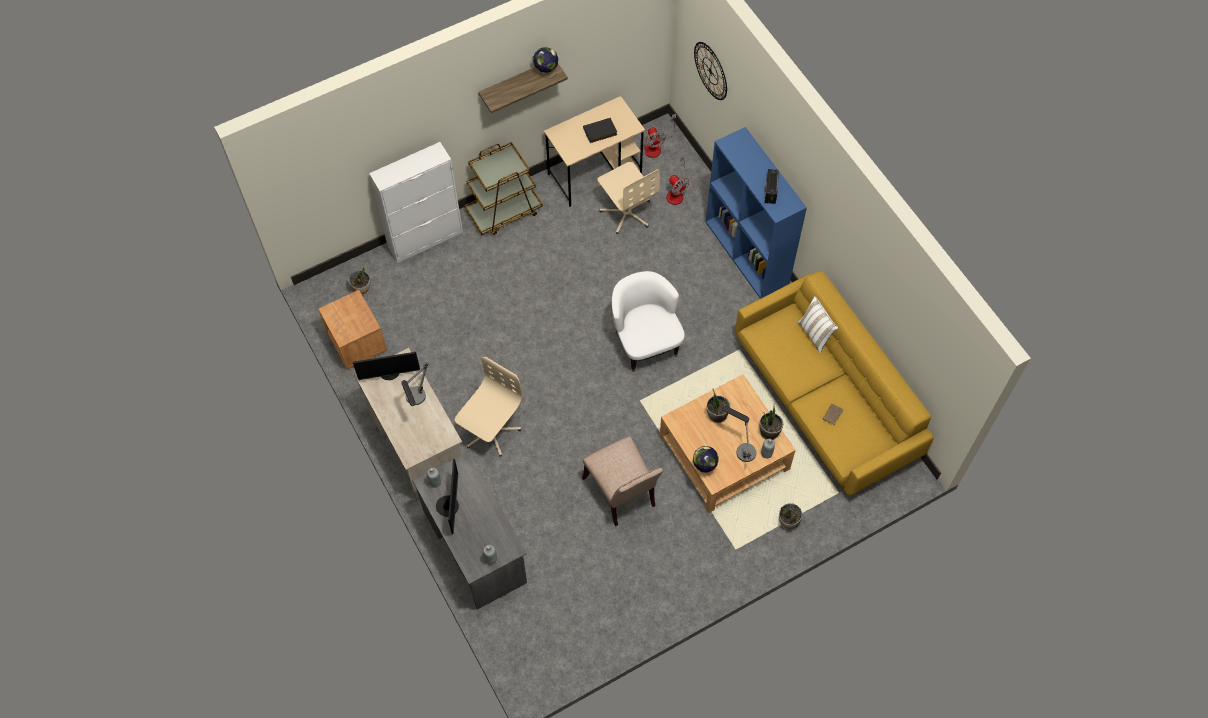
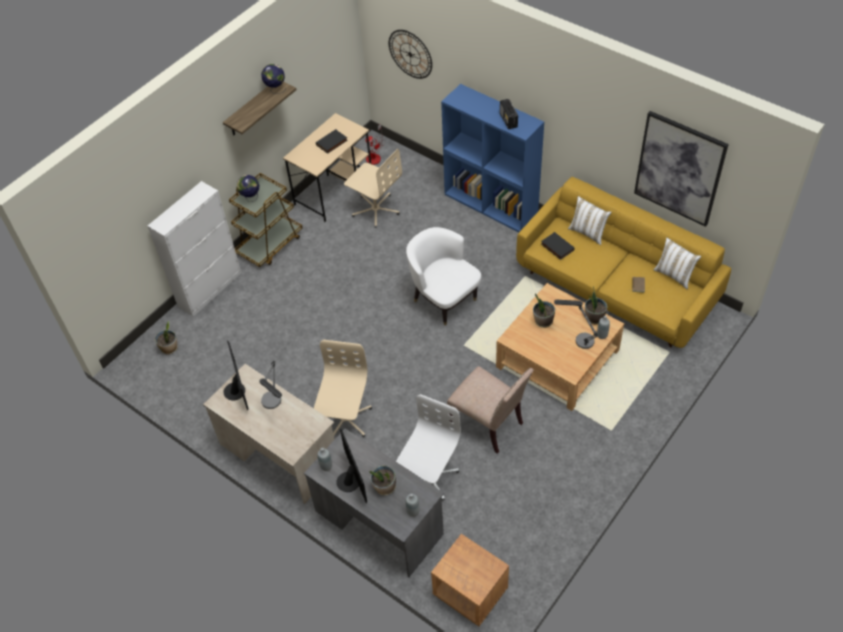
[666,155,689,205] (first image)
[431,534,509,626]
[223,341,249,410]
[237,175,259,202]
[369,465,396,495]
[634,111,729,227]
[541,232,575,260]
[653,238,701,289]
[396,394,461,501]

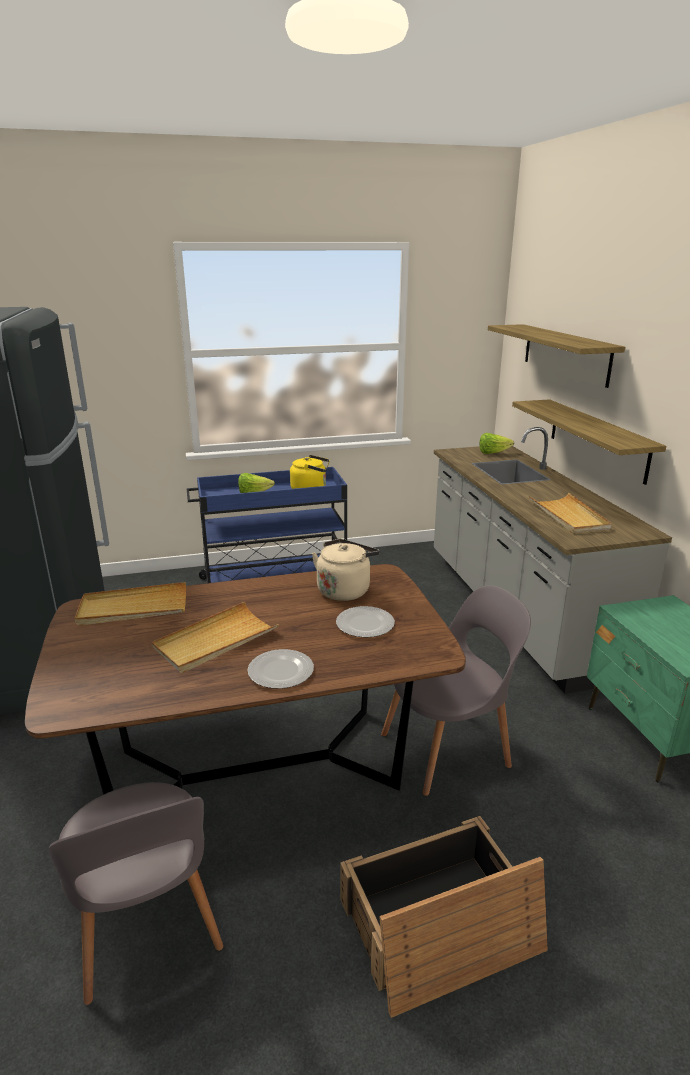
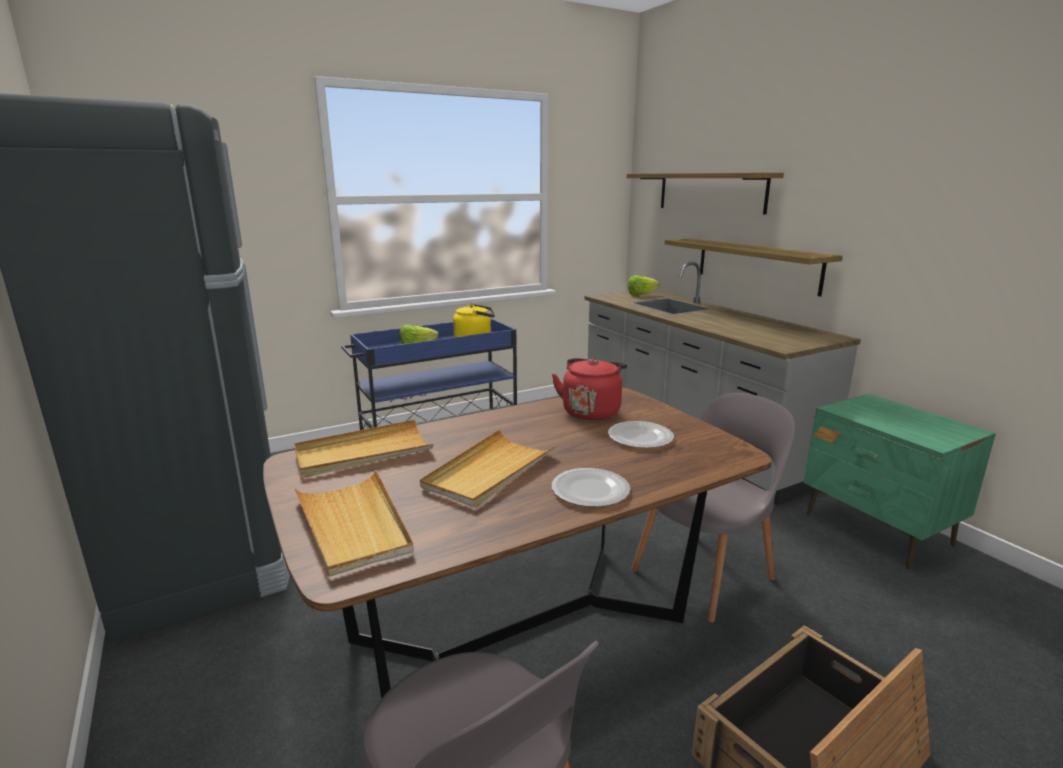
[294,469,414,577]
[552,358,627,421]

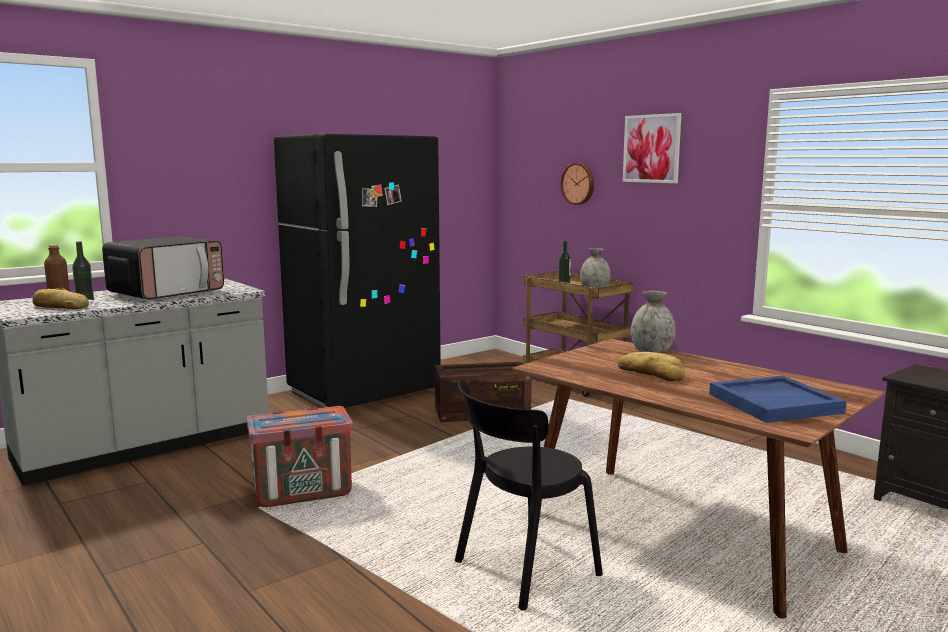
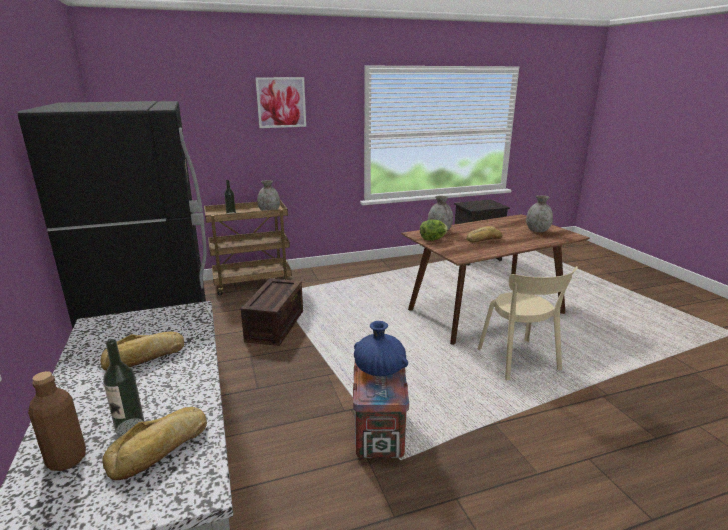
[561,163,594,205] (first image)
[100,332,184,371]
[526,195,553,232]
[478,266,578,380]
[420,219,448,241]
[354,321,408,376]

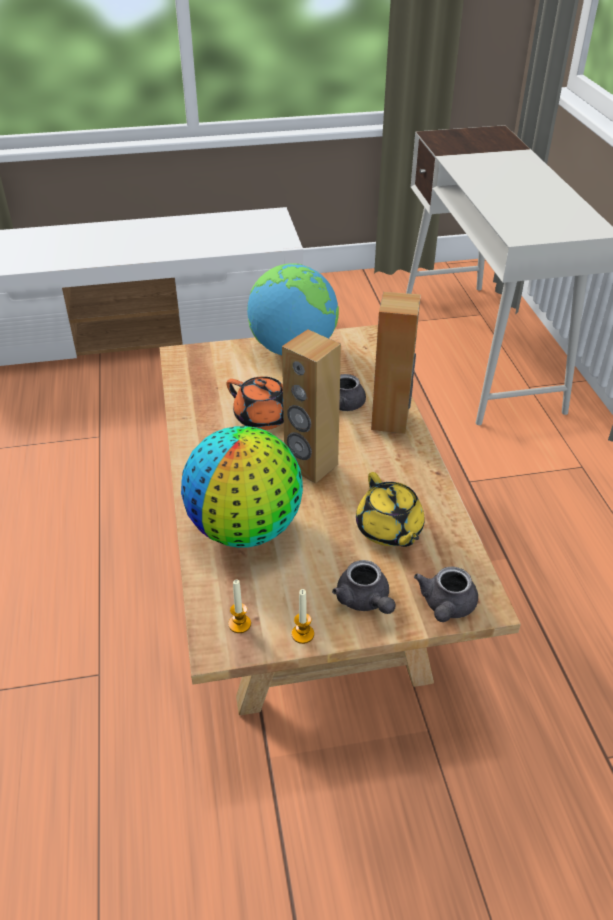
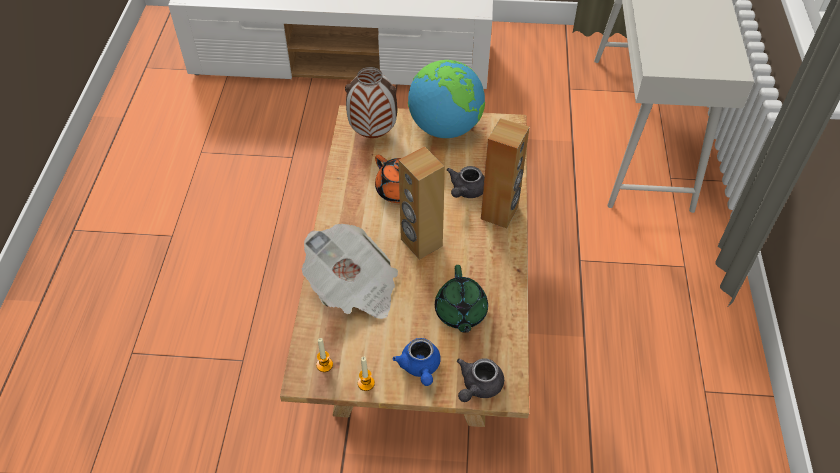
[302,224,398,319]
[435,265,488,333]
[393,338,441,386]
[345,67,397,138]

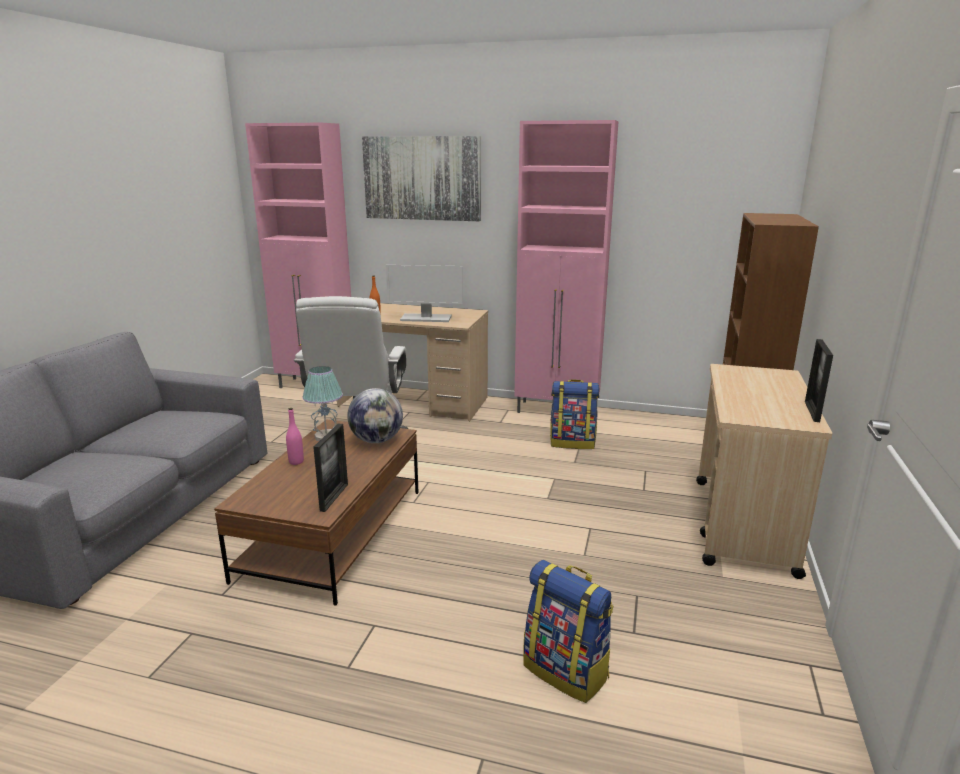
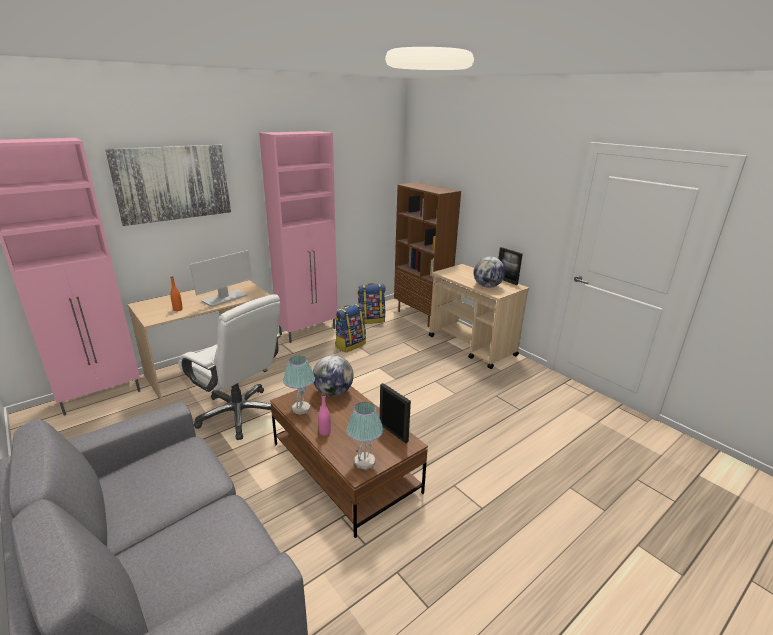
[358,283,386,324]
[474,256,505,288]
[346,402,383,470]

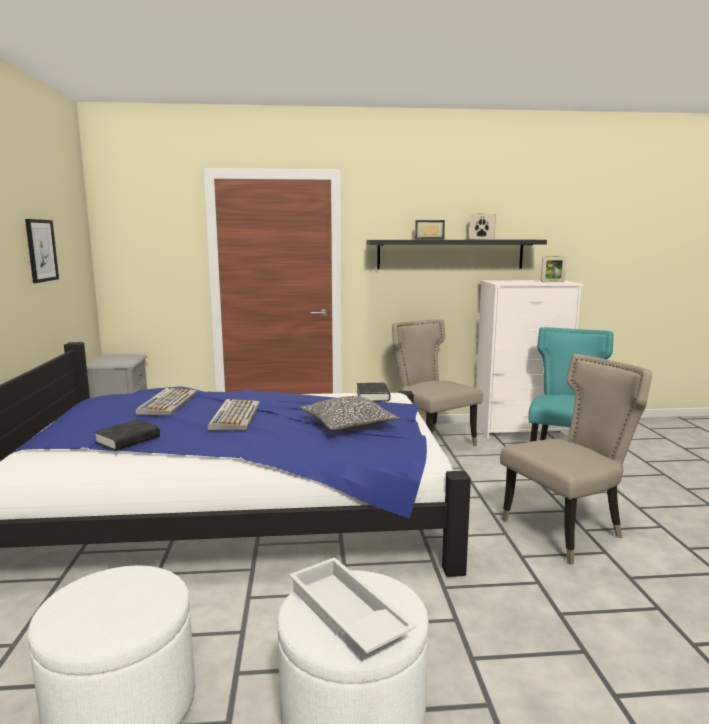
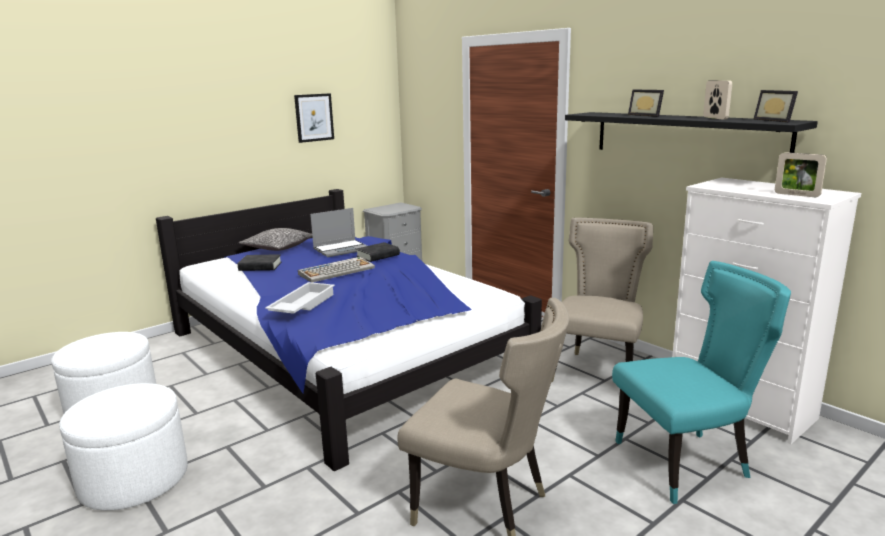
[356,242,400,262]
[310,208,367,257]
[238,228,312,251]
[265,282,335,314]
[753,90,798,122]

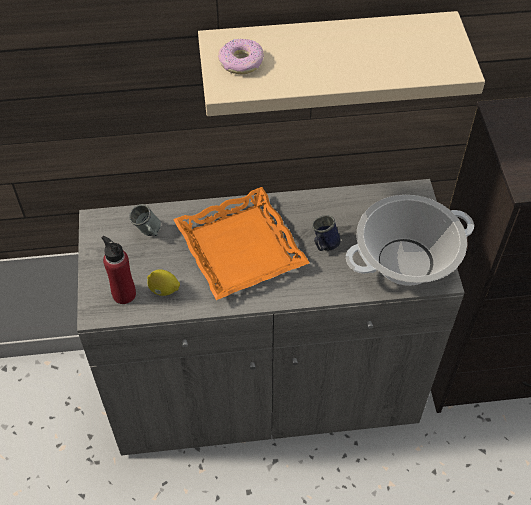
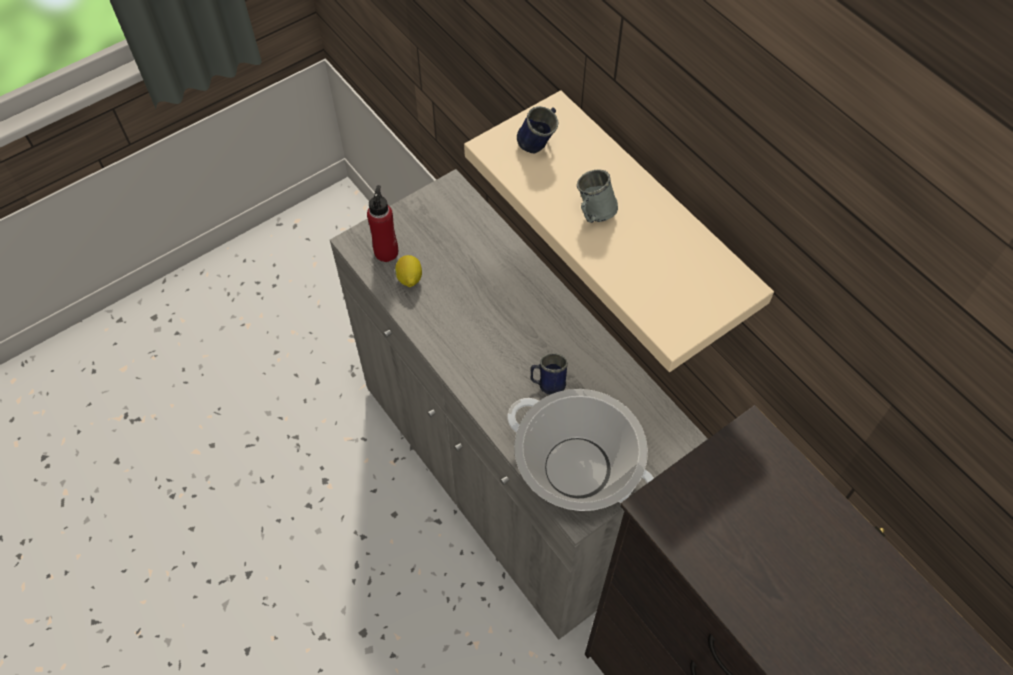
[517,106,558,154]
[173,187,310,300] (first image)
[577,169,618,223]

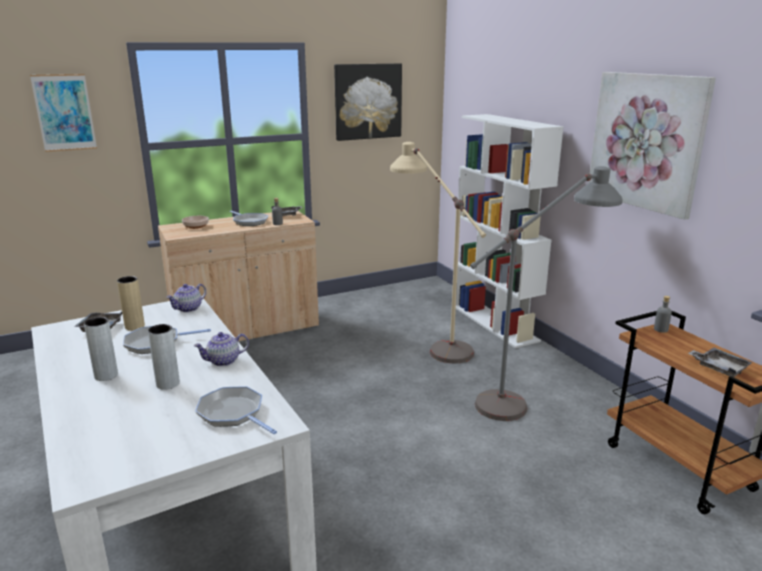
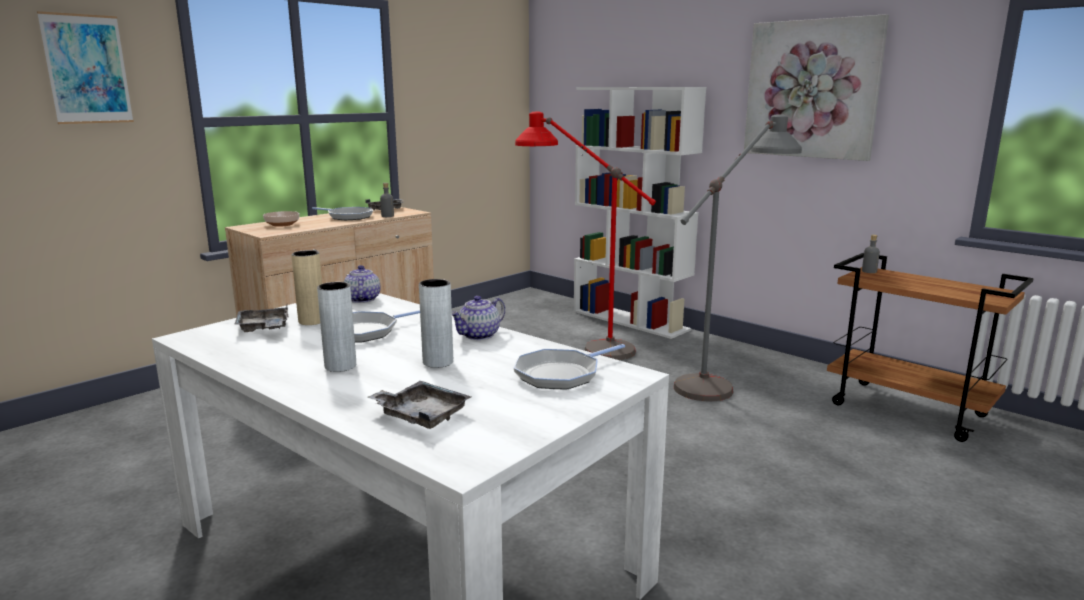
[334,63,402,141] (first image)
[515,112,656,360]
[344,265,380,303]
[367,381,471,429]
[514,344,625,389]

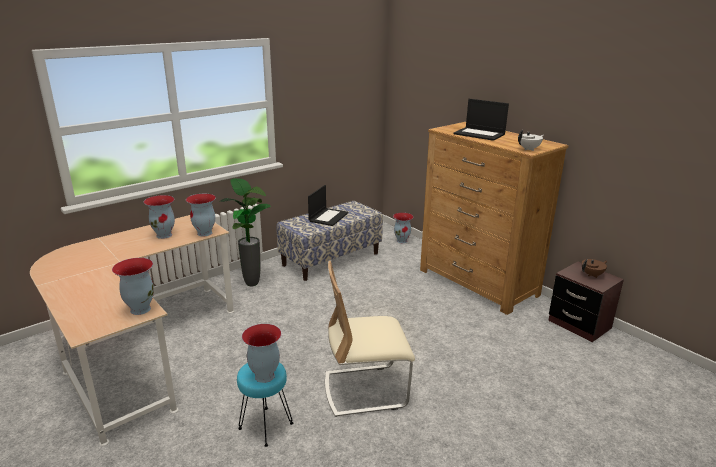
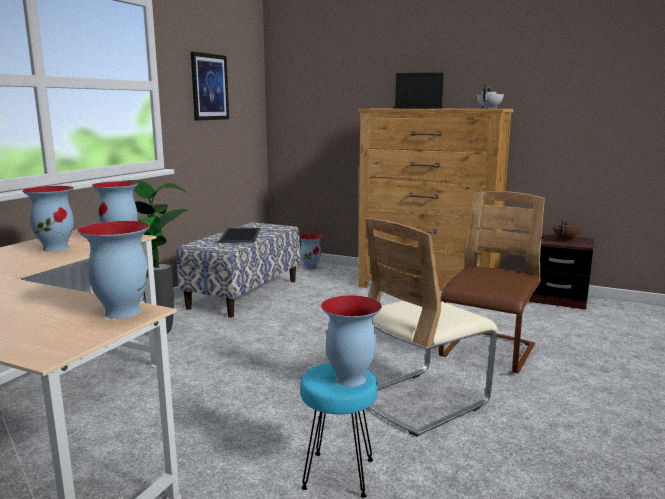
[218,228,260,243]
[191,52,229,121]
[439,191,545,373]

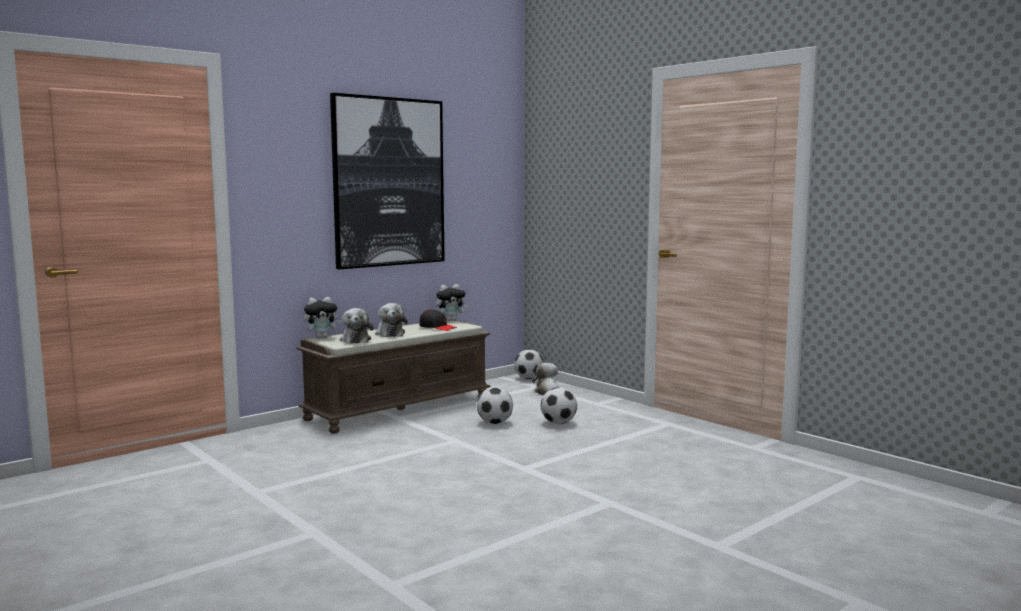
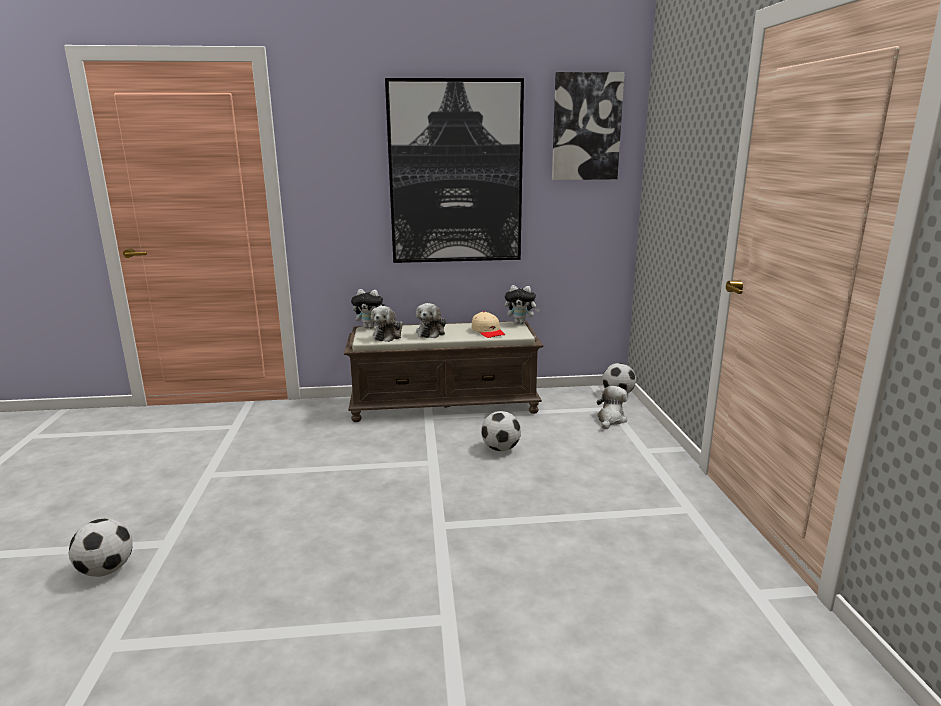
[472,311,505,338]
[69,519,133,577]
[552,72,625,180]

